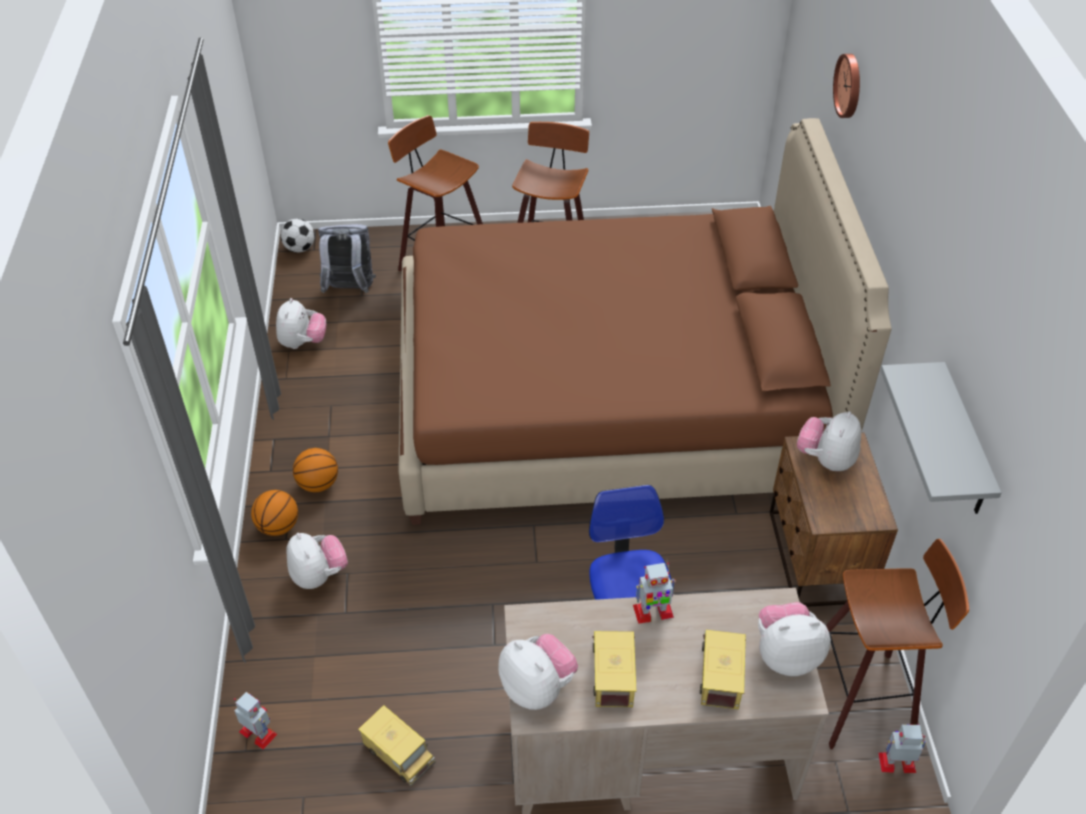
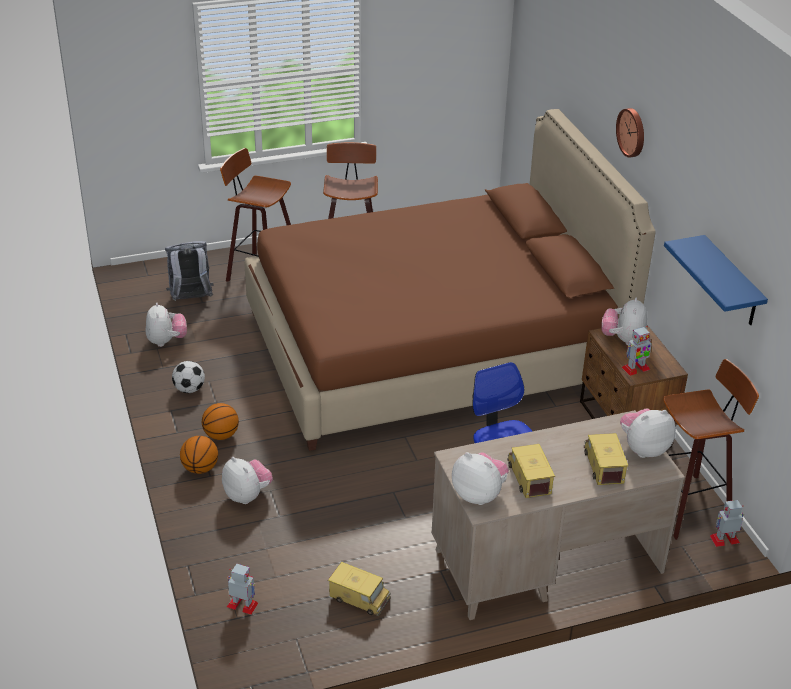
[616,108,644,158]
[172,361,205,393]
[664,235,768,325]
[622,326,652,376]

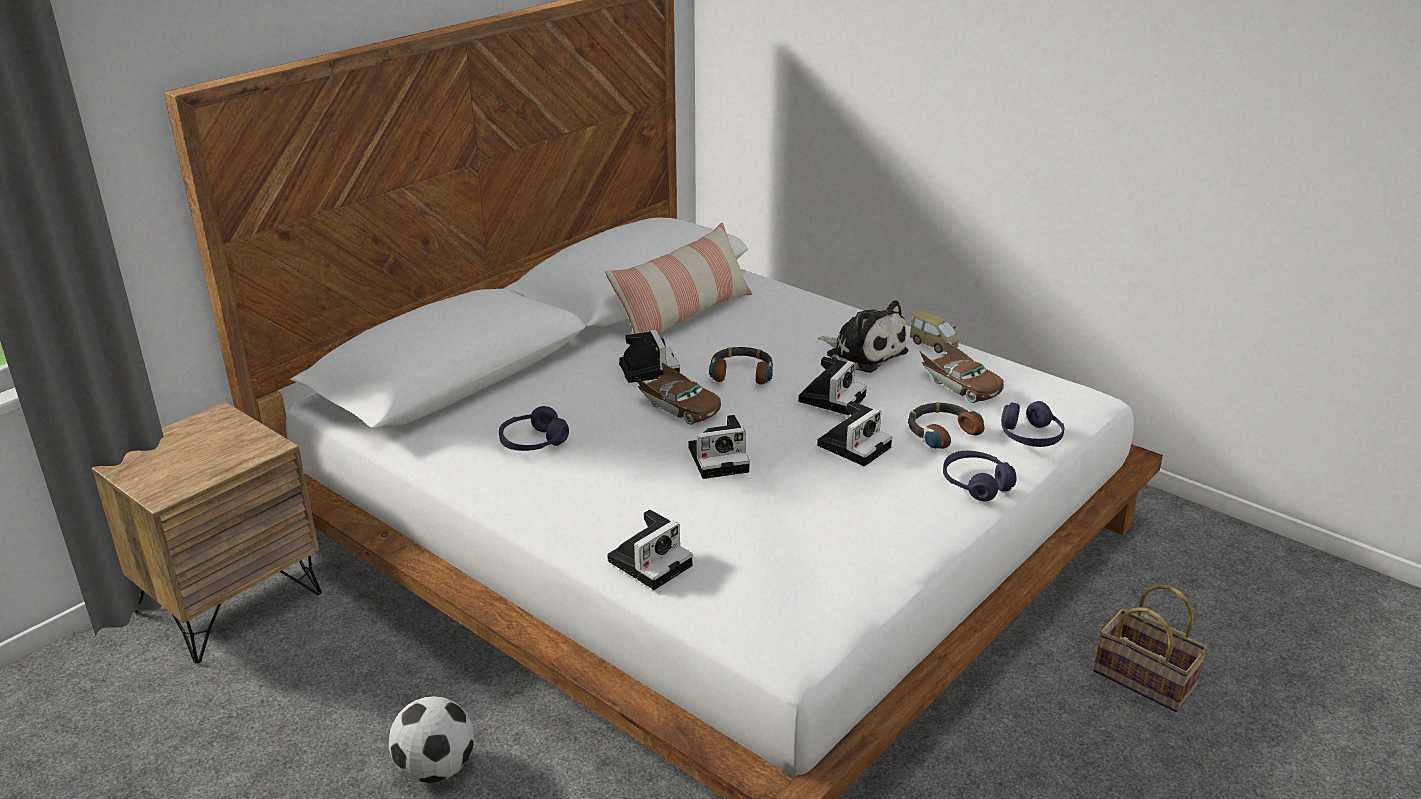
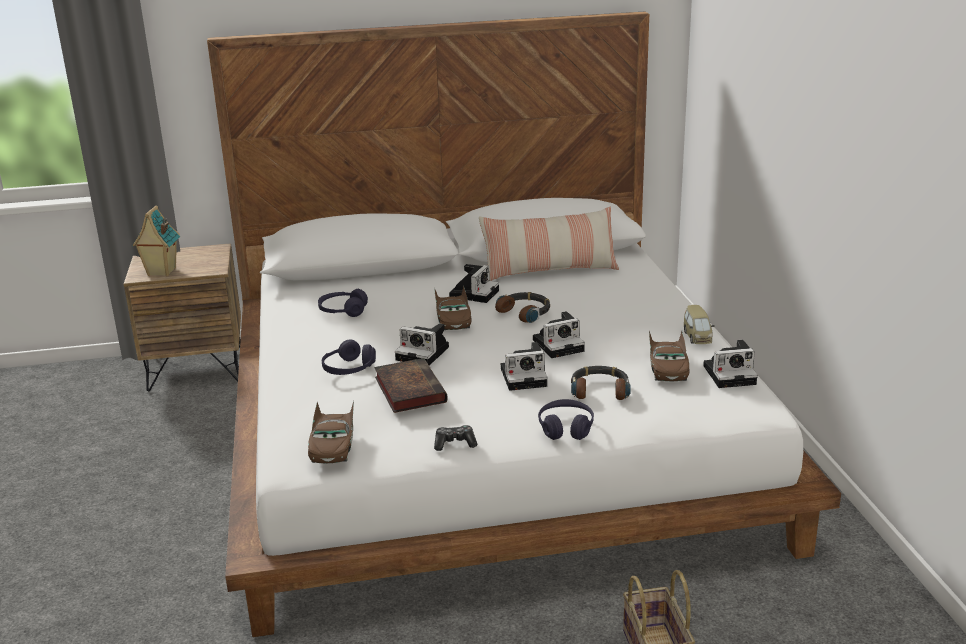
[818,300,909,373] (first image)
[322,339,376,375]
[703,340,758,388]
[389,696,474,783] (first image)
[132,205,180,276]
[374,358,448,413]
[308,401,354,463]
[434,425,477,451]

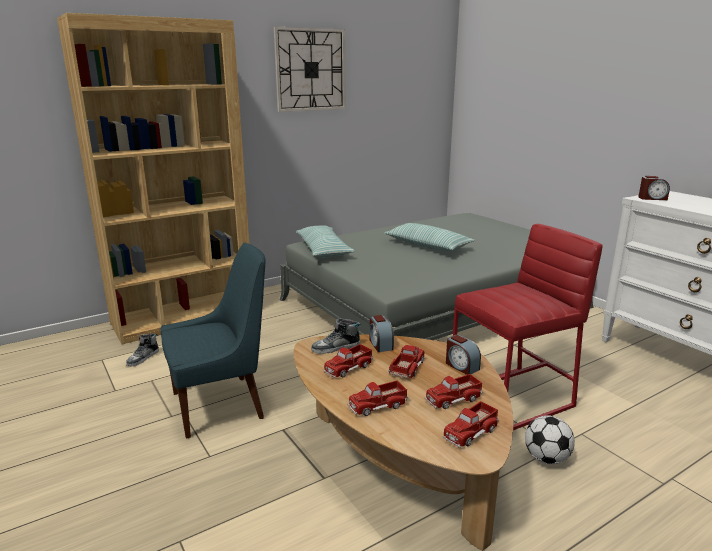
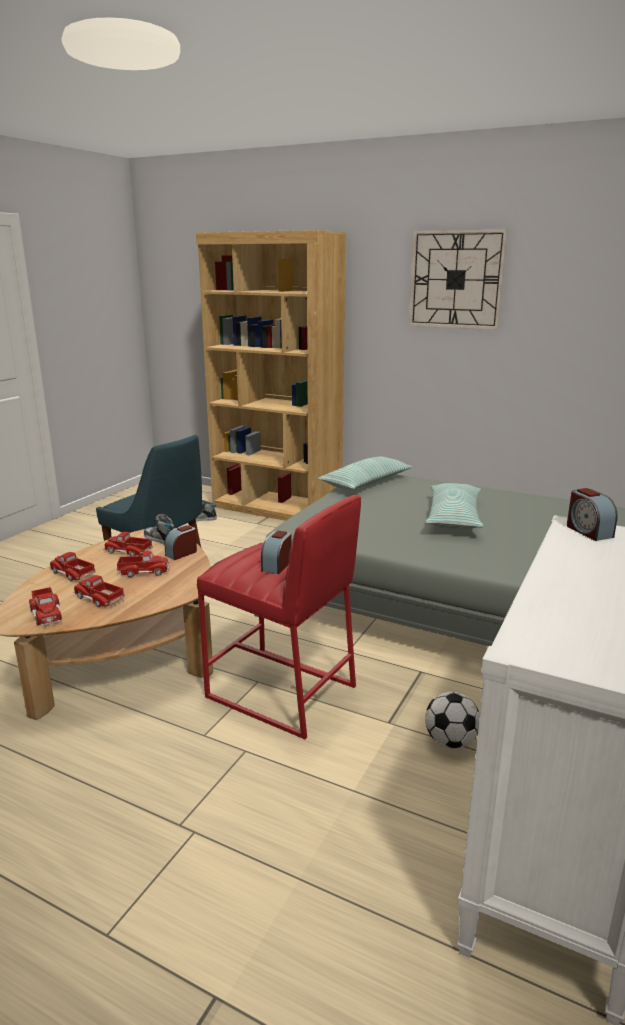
[261,531,292,574]
[29,587,62,626]
[425,692,480,749]

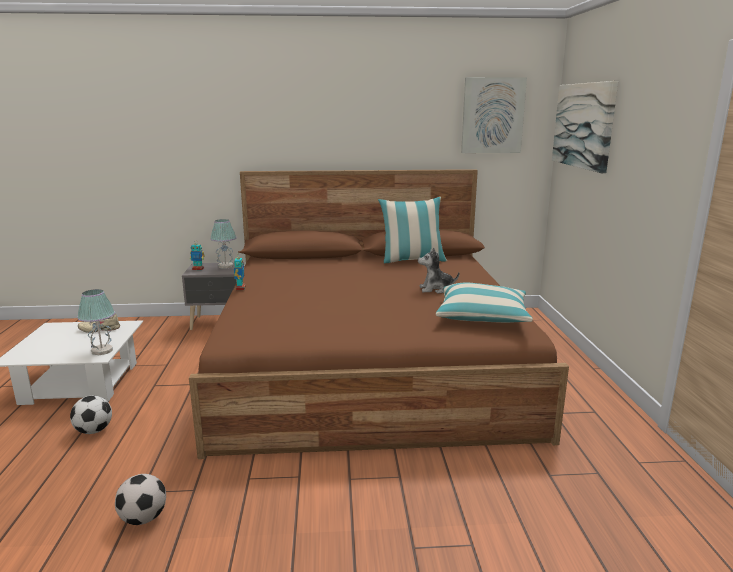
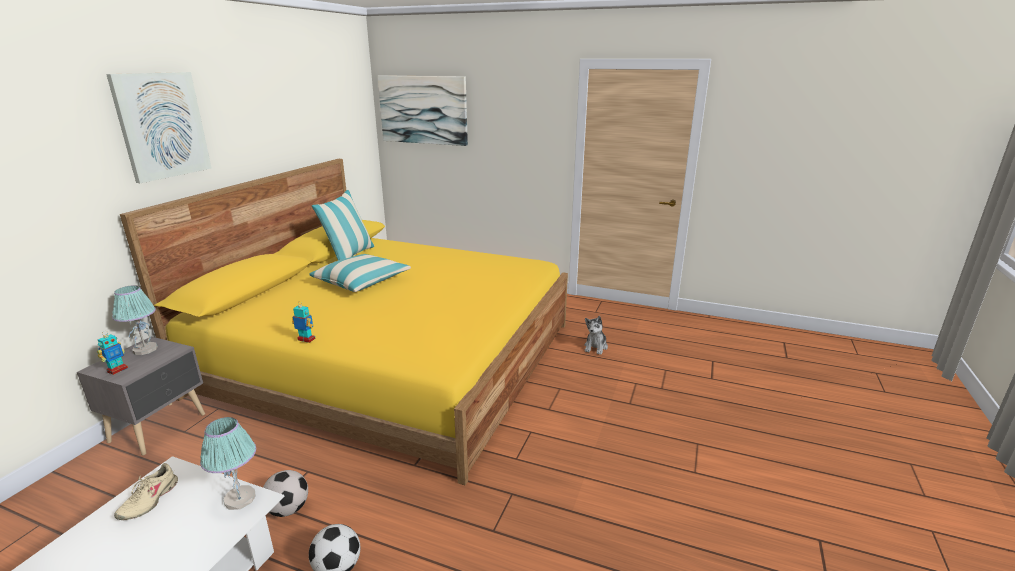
[106,72,212,183]
[120,159,568,485]
[584,316,608,355]
[310,254,411,292]
[263,470,308,517]

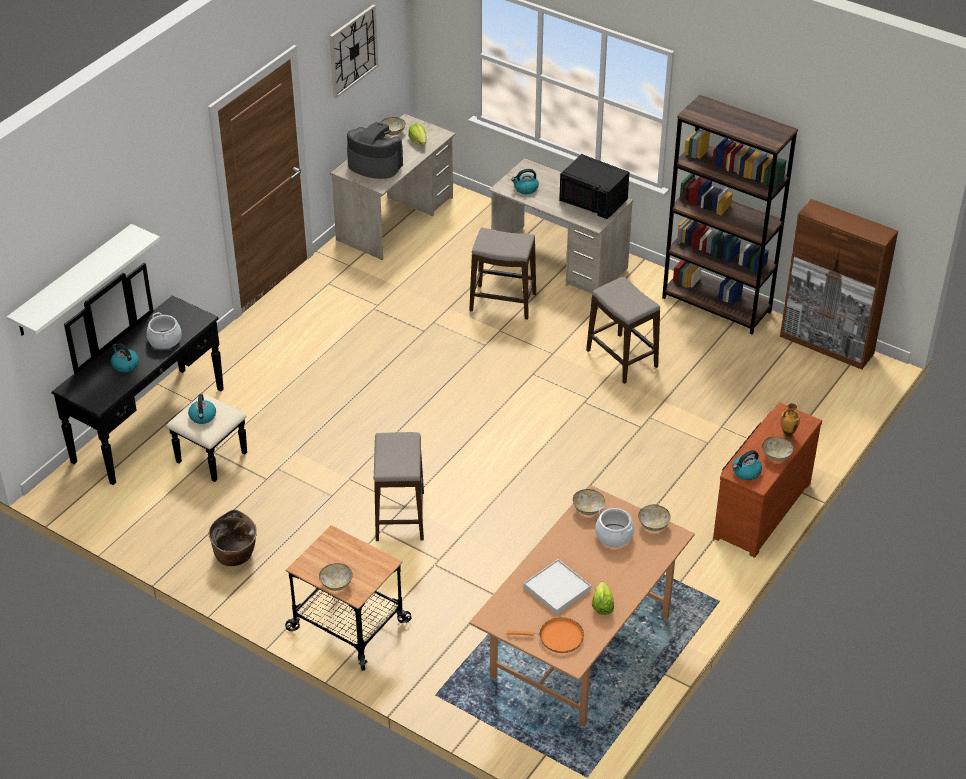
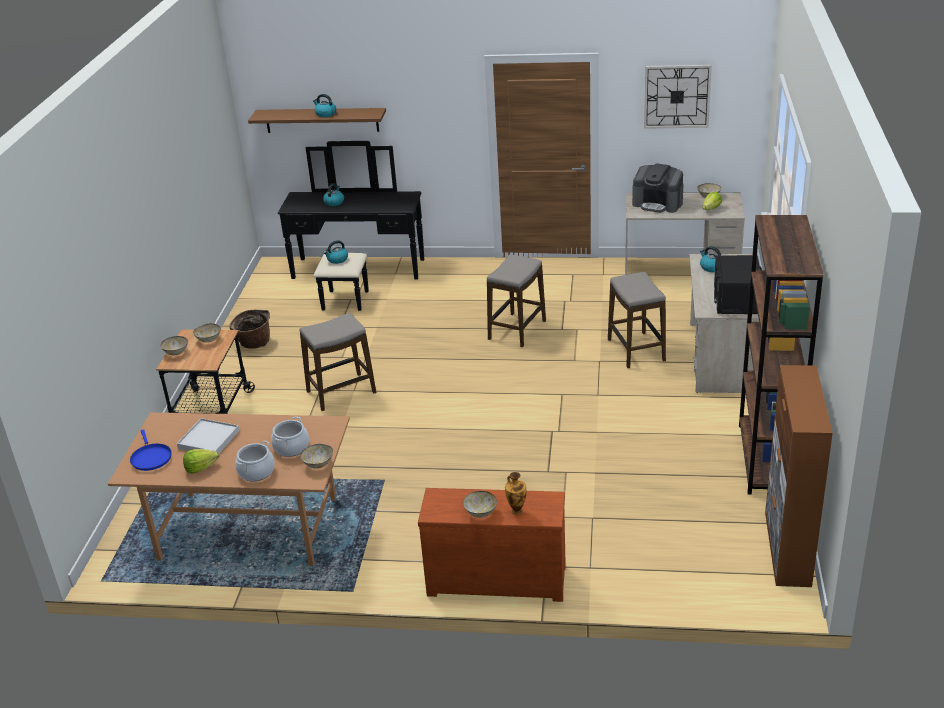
[632,163,683,213]
[248,108,386,133]
[487,255,546,347]
[235,441,275,481]
[313,94,336,117]
[193,323,220,343]
[130,429,172,471]

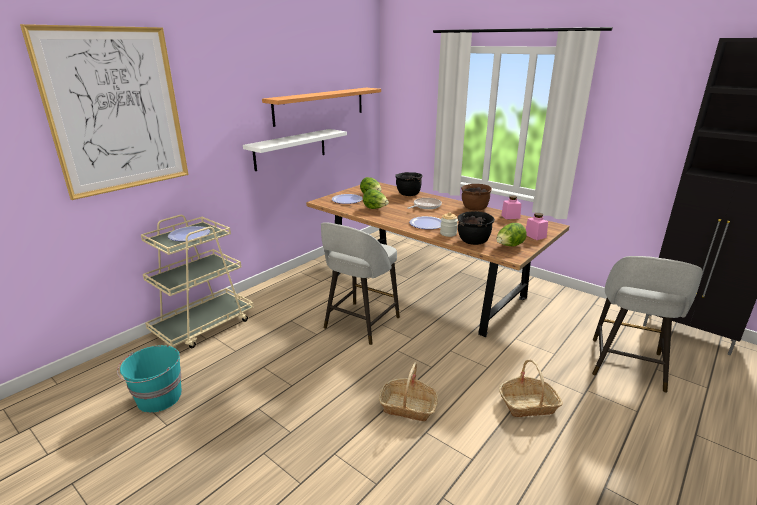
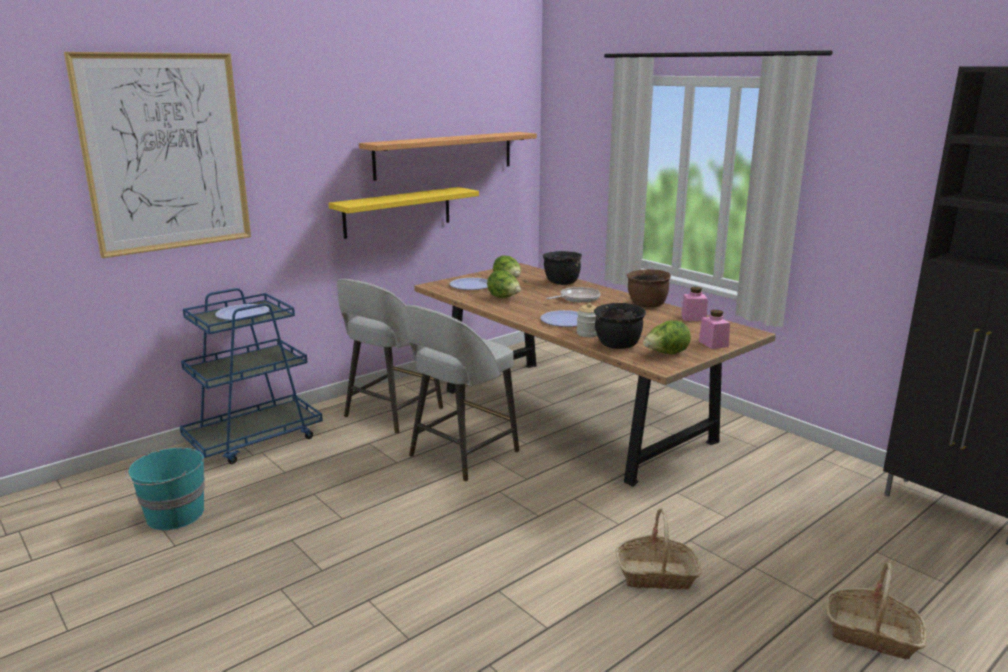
[329,187,479,239]
[180,288,323,464]
[337,279,443,434]
[826,562,927,659]

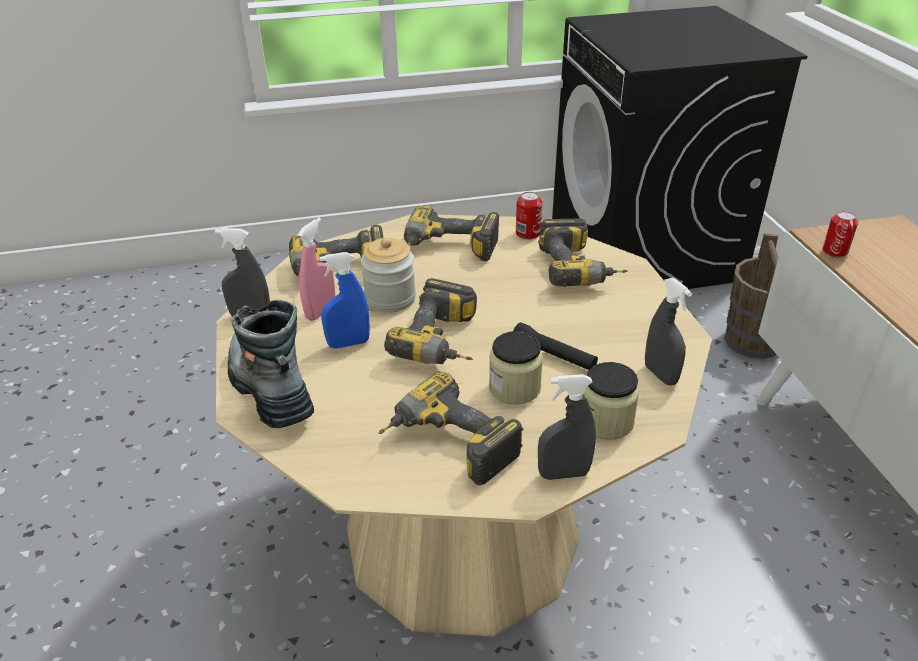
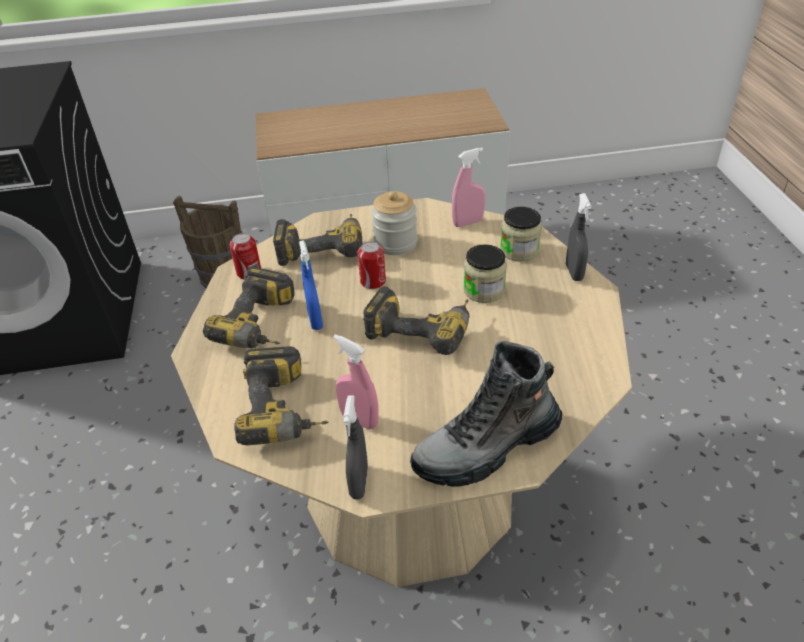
[357,241,386,289]
[371,191,418,255]
[299,240,323,330]
[452,148,485,227]
[513,322,598,370] (first image)
[378,372,523,485] (first image)

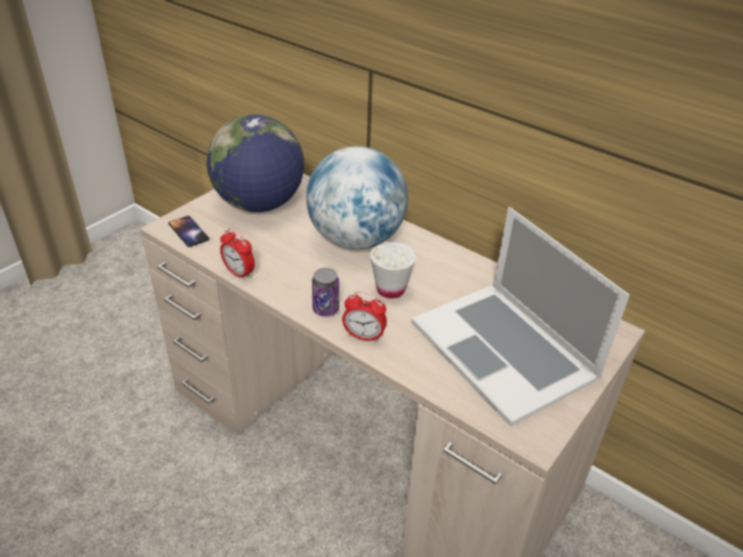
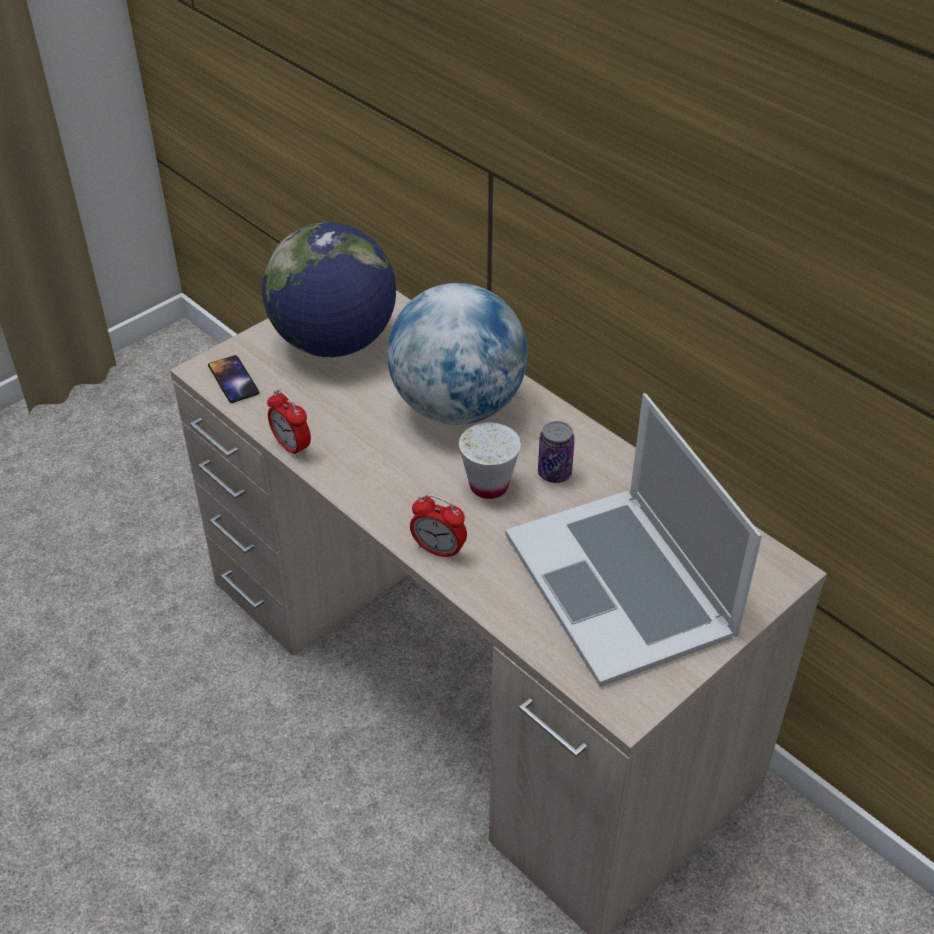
[538,421,575,483]

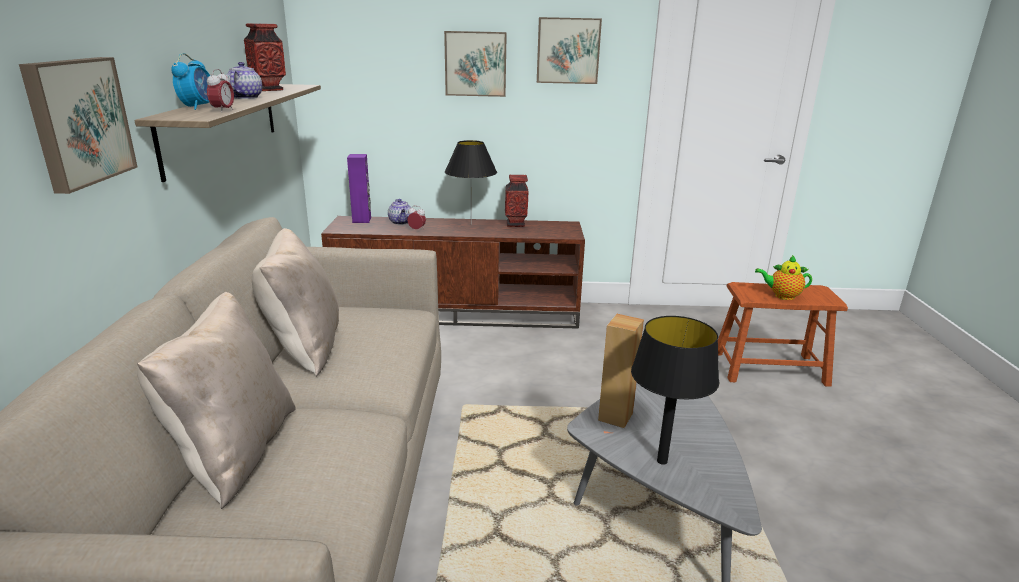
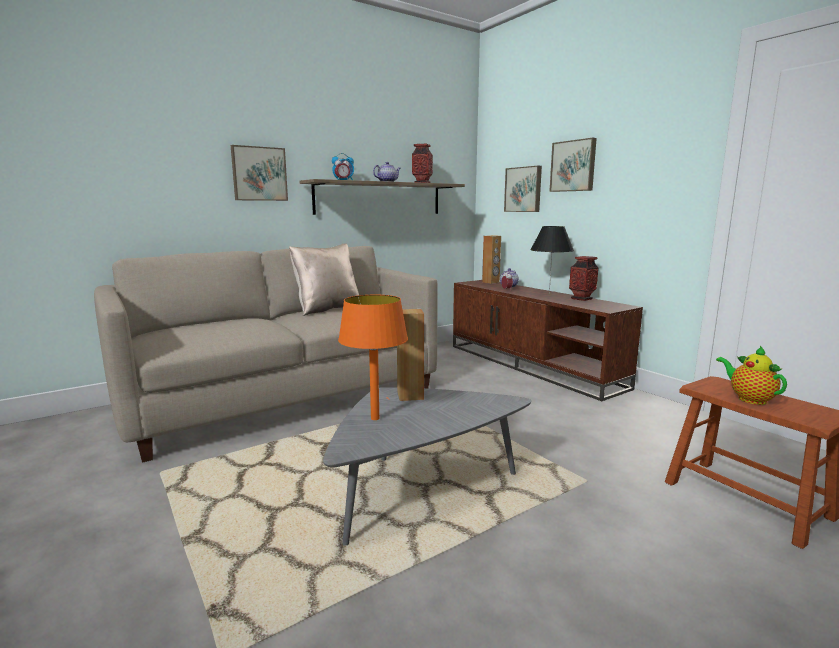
[504,166,542,212]
[482,235,501,284]
[137,292,296,509] (first image)
[338,295,408,420]

